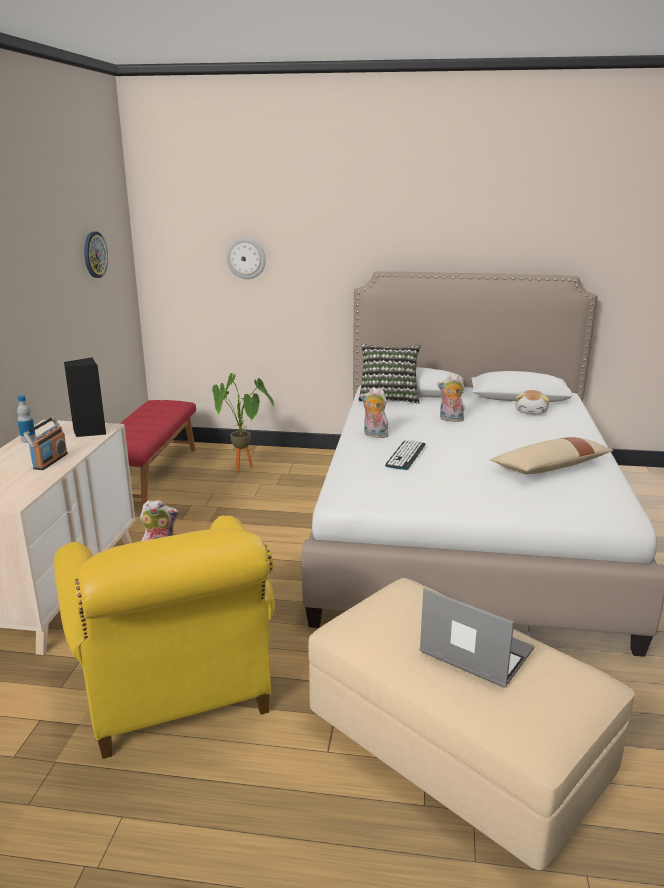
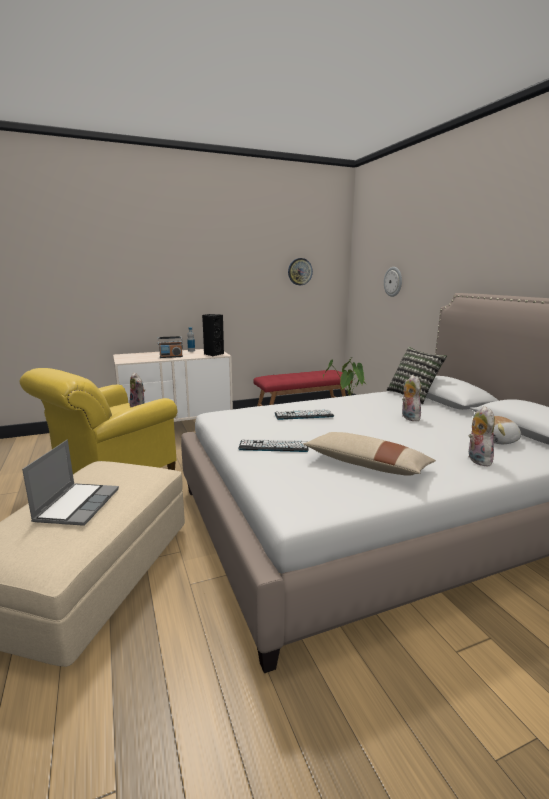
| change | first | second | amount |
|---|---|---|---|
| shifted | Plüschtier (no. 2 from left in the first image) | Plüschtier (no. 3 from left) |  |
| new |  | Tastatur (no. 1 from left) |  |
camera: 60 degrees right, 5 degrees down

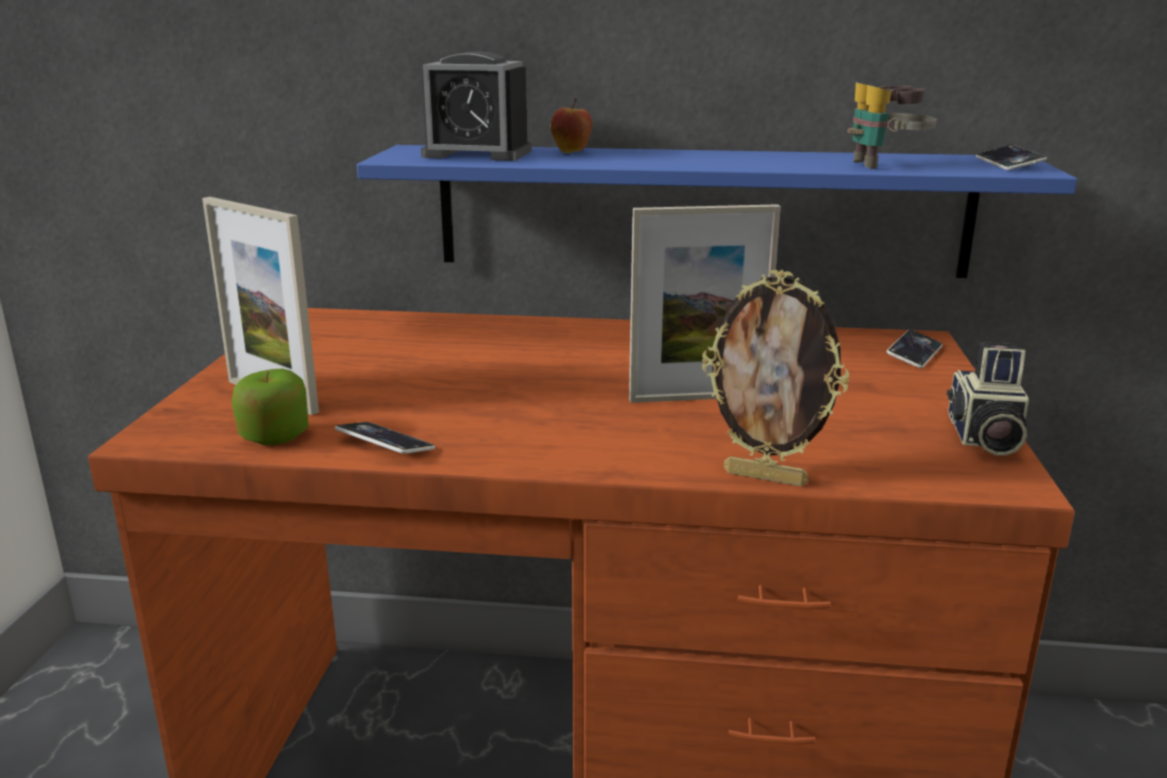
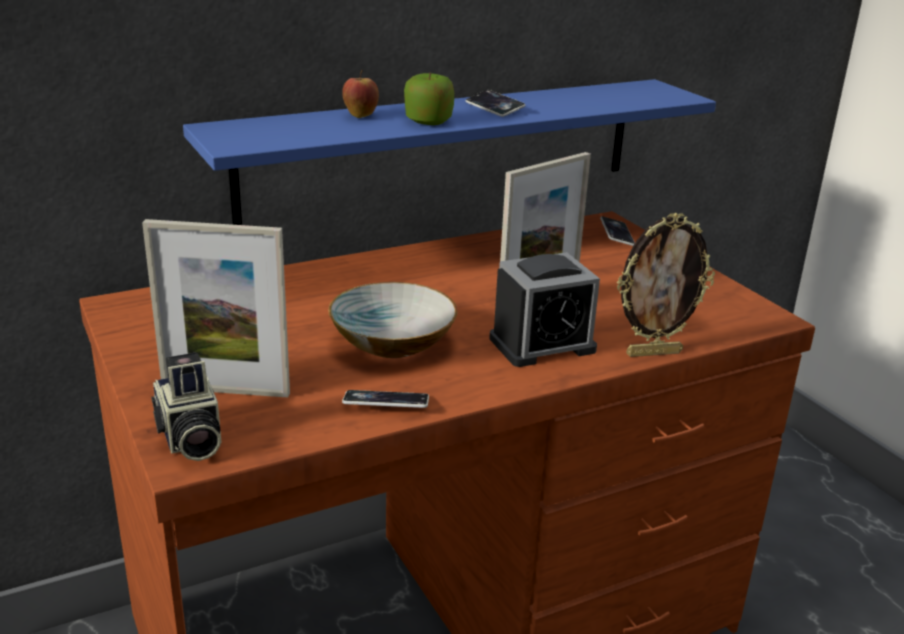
| change | first | second | amount |
|---|---|---|---|
| shifted | Apfel (no. 1 from left in the first image) | Apfel (no. 2 from left) |  |
| shifted | Wecker |  |  |
| gone | Fernglas |  |  |
| shifted | Kamera |  |  |
| shifted | Handy (no. 3 from left in the first image) | Handy (no. 2 from left) |  |
| new |  | Schüssel |  |
camera: 35 degrees left, 5 degrees up

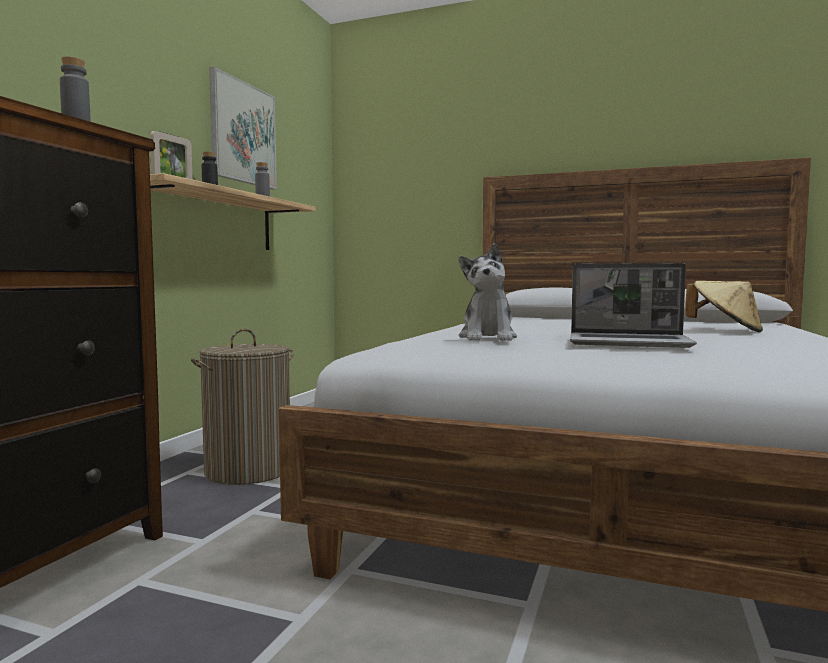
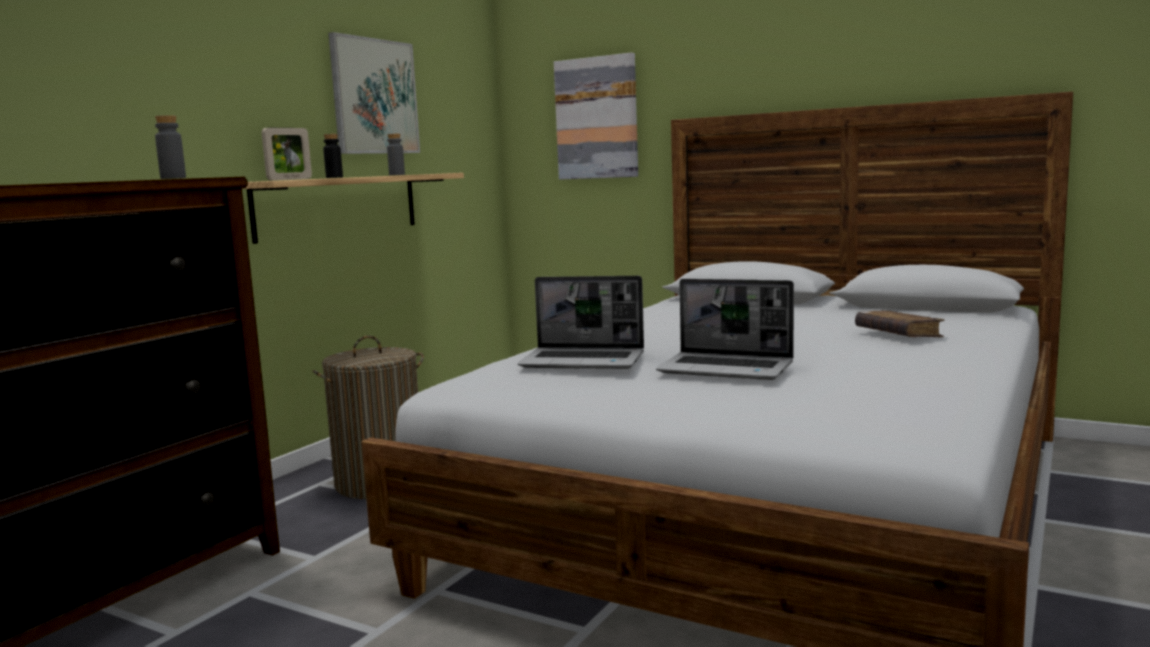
| change | first | second | amount |
|---|---|---|---|
| swapped | Plüschtier | Laptop (no. 1 from left) |  |
| swapped | Hut [beige] | Buch [braun] |  |
| new |  | Bild (no. 2 from left) |  |
camera: 10 degrees right, 5 degrees up

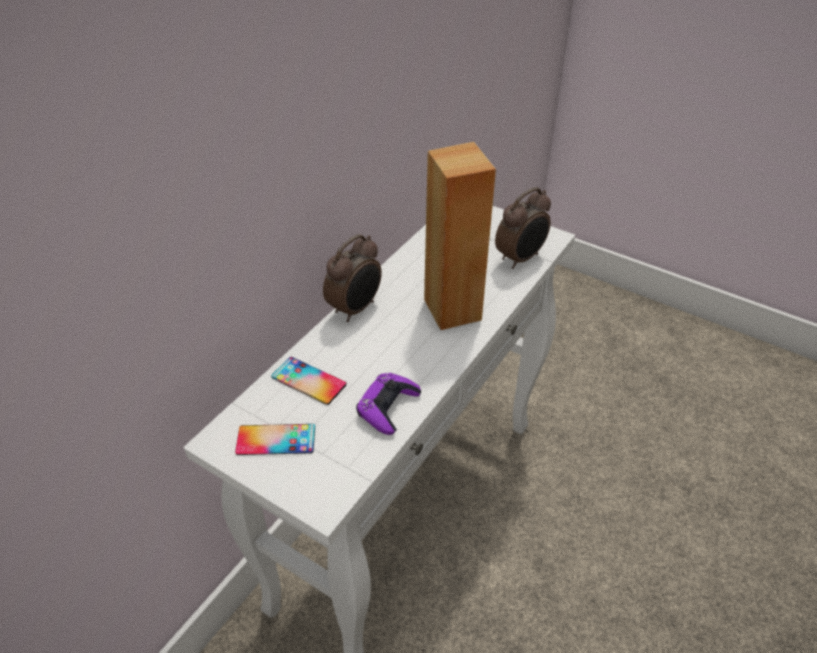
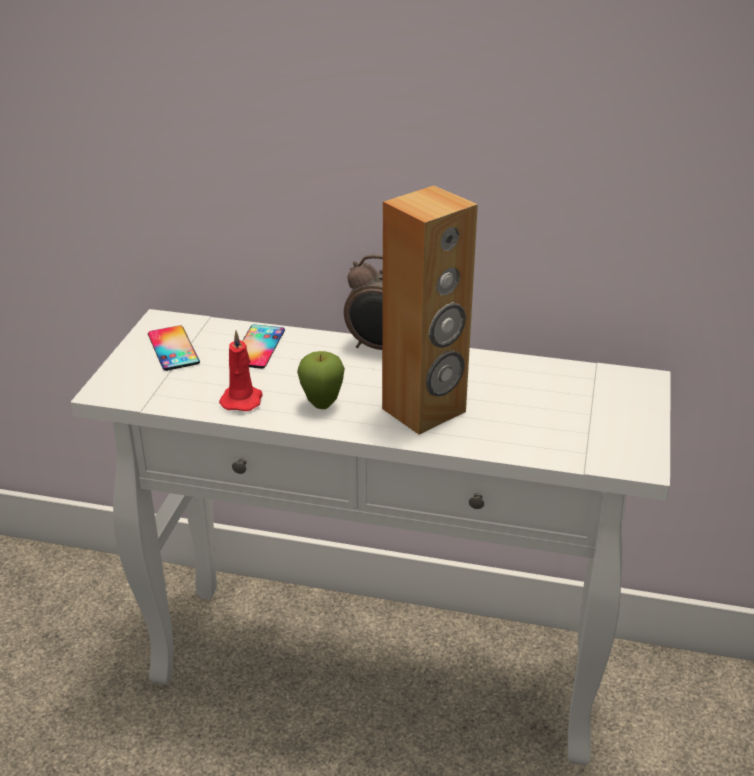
| change | first | second | amount |
|---|---|---|---|
| swapped | Gamepad [lila] | Kerze [rot] |  |
| gone | Wecker (no. 2 from left) |  |  |
| new |  | Apfel |  |
camera: 70 degrees right, 10 degrees down

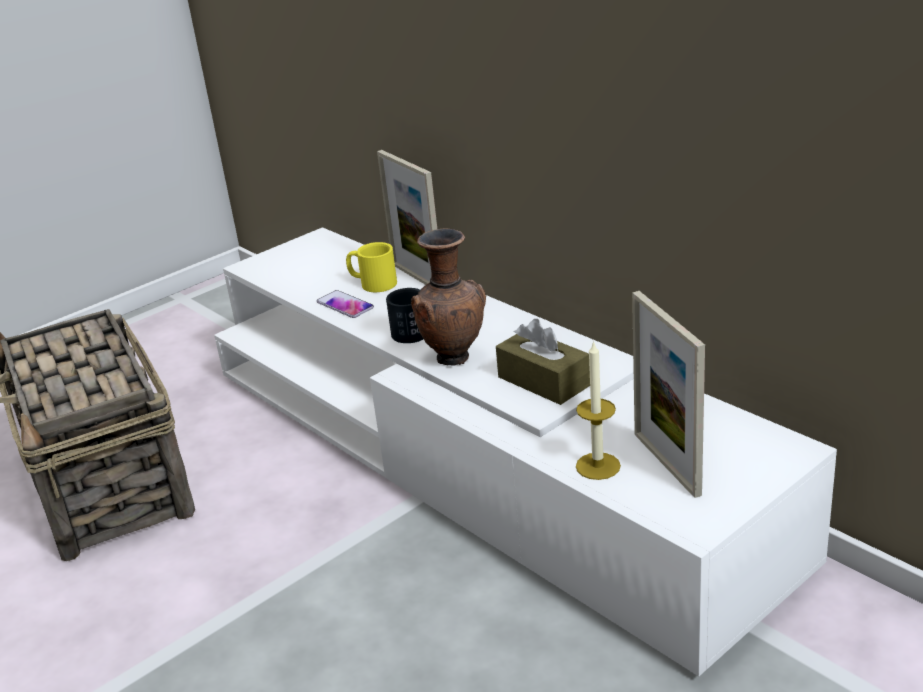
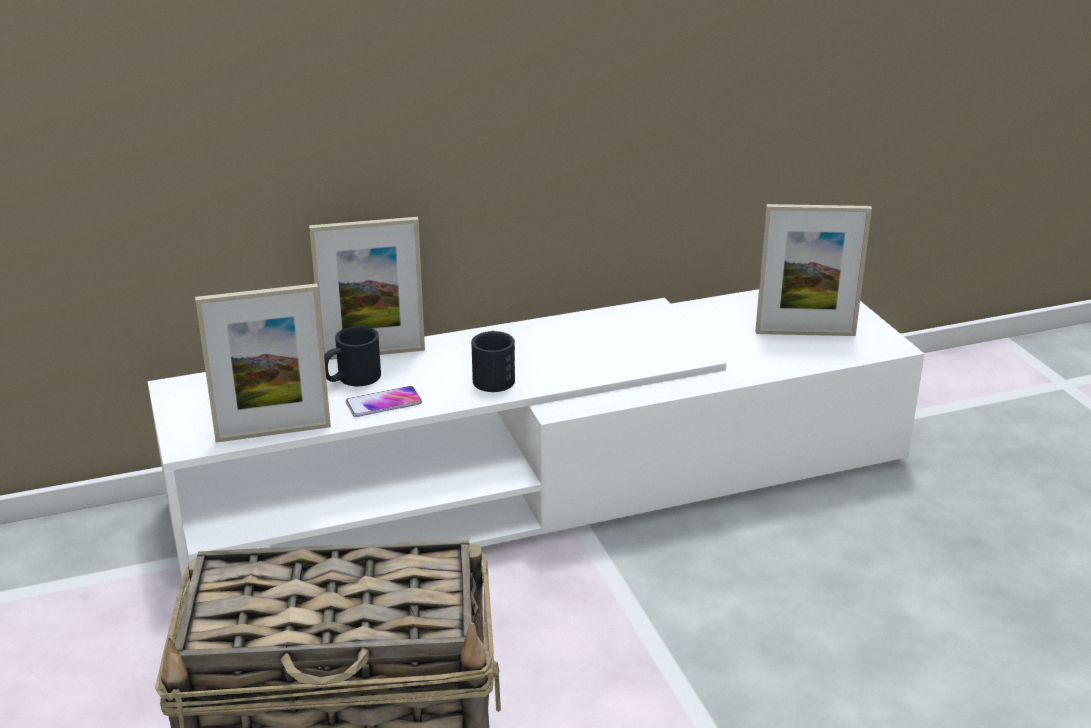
| change | first | second | amount |
|---|---|---|---|
| repainted | Henkelbecher [gelb] | Henkelbecher [schwarz] (no. 1 from left) |  |
| gone | Vase [braun] |  |  |
| gone | Taschentuchbox [braun] |  |  |
| gone | Kerze |  |  |
| new |  | Bilderrahmen (no. 1 from left) |  |
camera: 70 degrees left, 0 degrees up

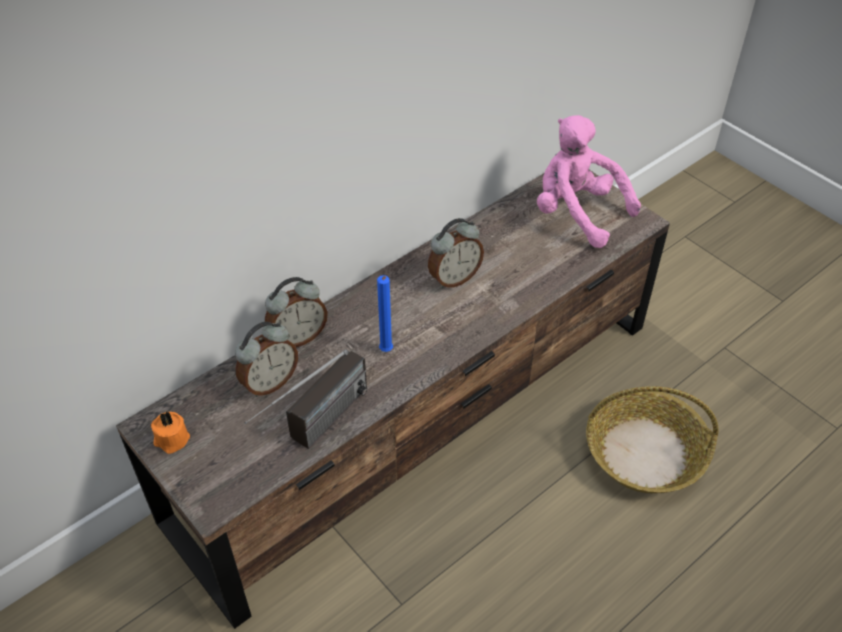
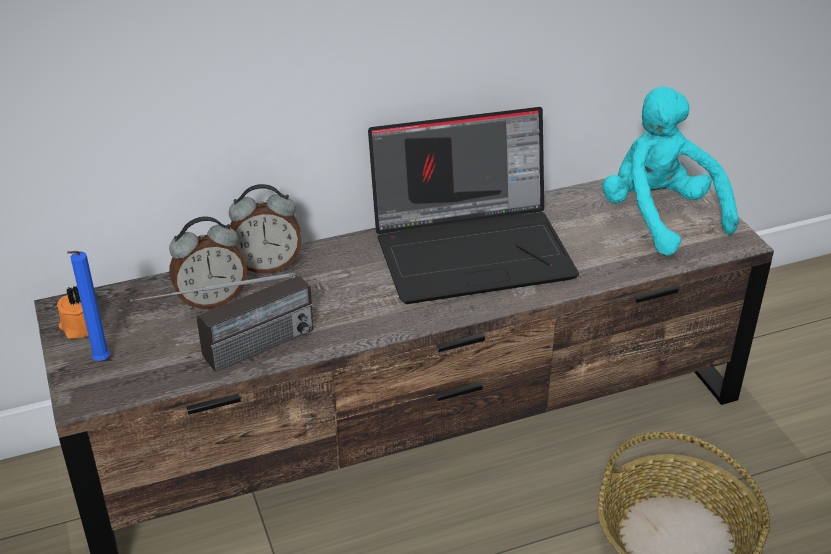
| change | first | second | amount |
|---|---|---|---|
| shifted | Kerze [blau] |  |  |
| swapped | Wecker (no. 3 from left) | Laptop |  |
| repainted | Plüschtier [rosa] | Plüschtier [türkis] |  |
camera: 20 degrees right, 10 degrees down

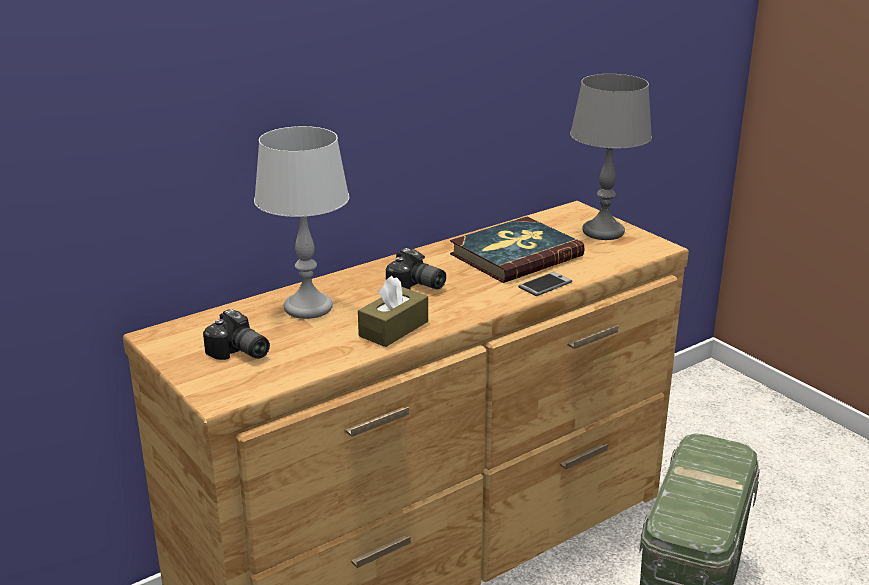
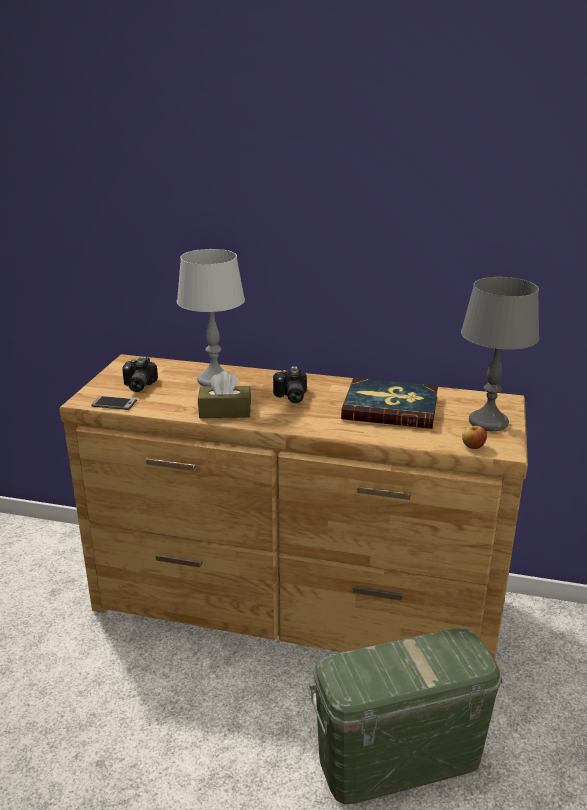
| change | first | second | amount |
|---|---|---|---|
| shifted | Handy |  |  |
| new |  | Apfel |  |
camera: 50 degrees right, 0 degrees up

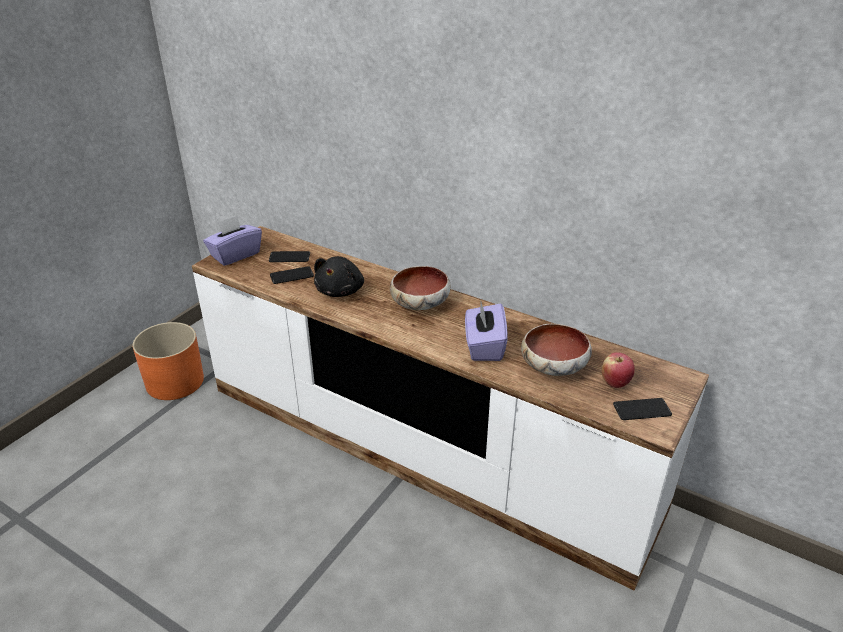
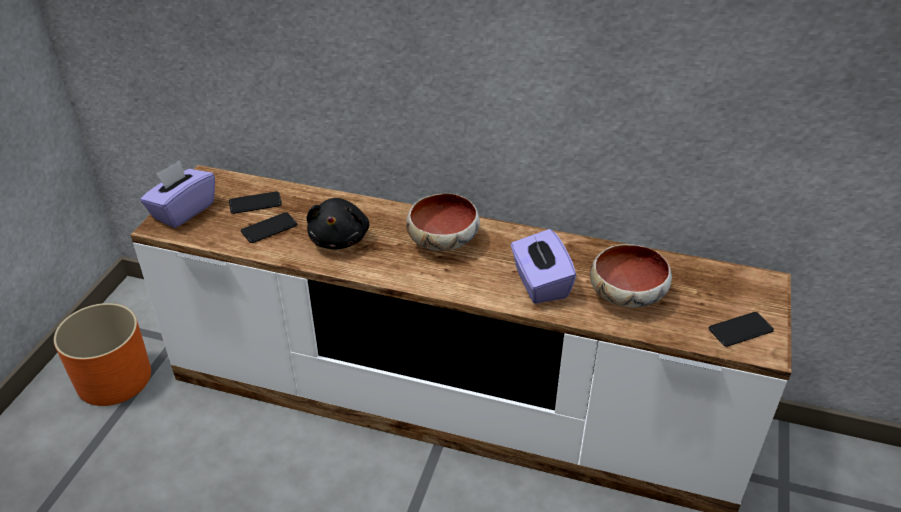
| change | first | second | amount |
|---|---|---|---|
| gone | Apfel |  |  |
camera: 15 degrees left, 5 degrees up

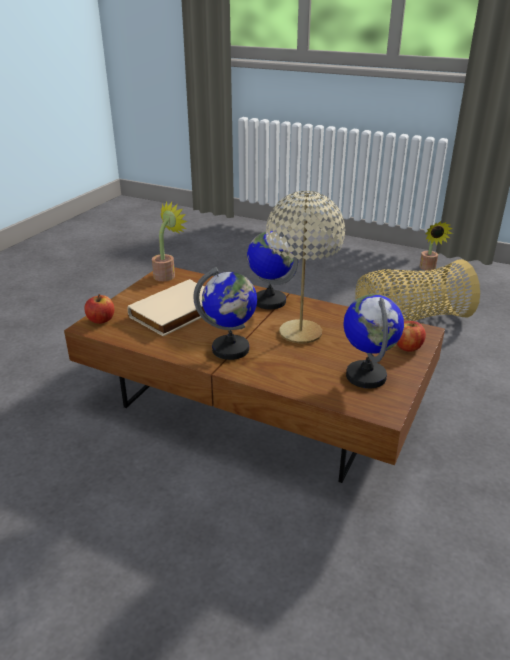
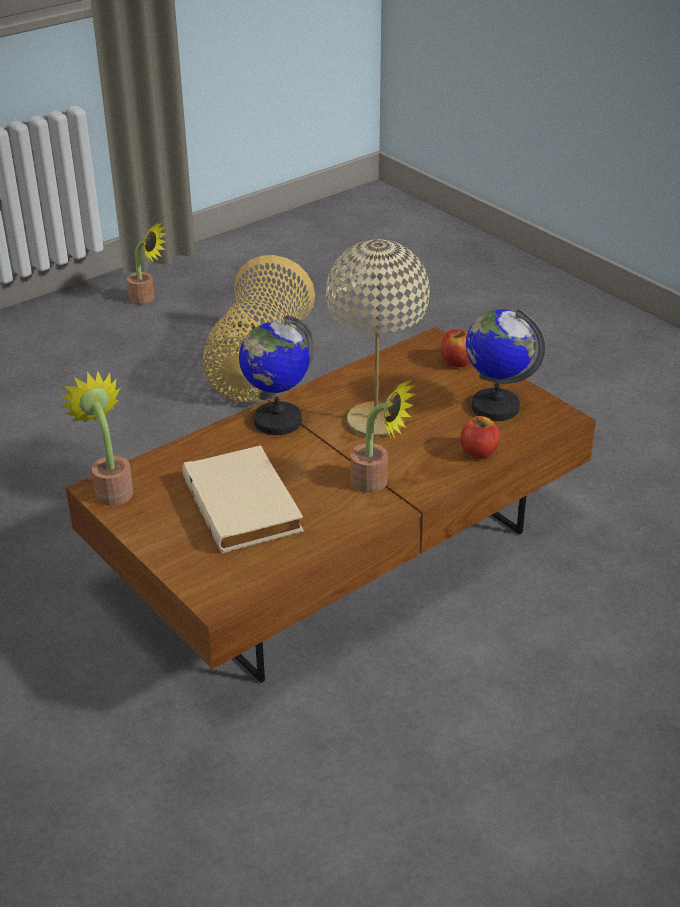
| change | first | second | amount |
|---|---|---|---|
| shifted | Apfel (no. 1 from left in the first image) | Apfel (no. 2 from left) |  |
| swapped | Globus (no. 1 from left) | Topfpflanze (no. 3 from left) |  |
camera: 65 degrees left, 5 degrees up

